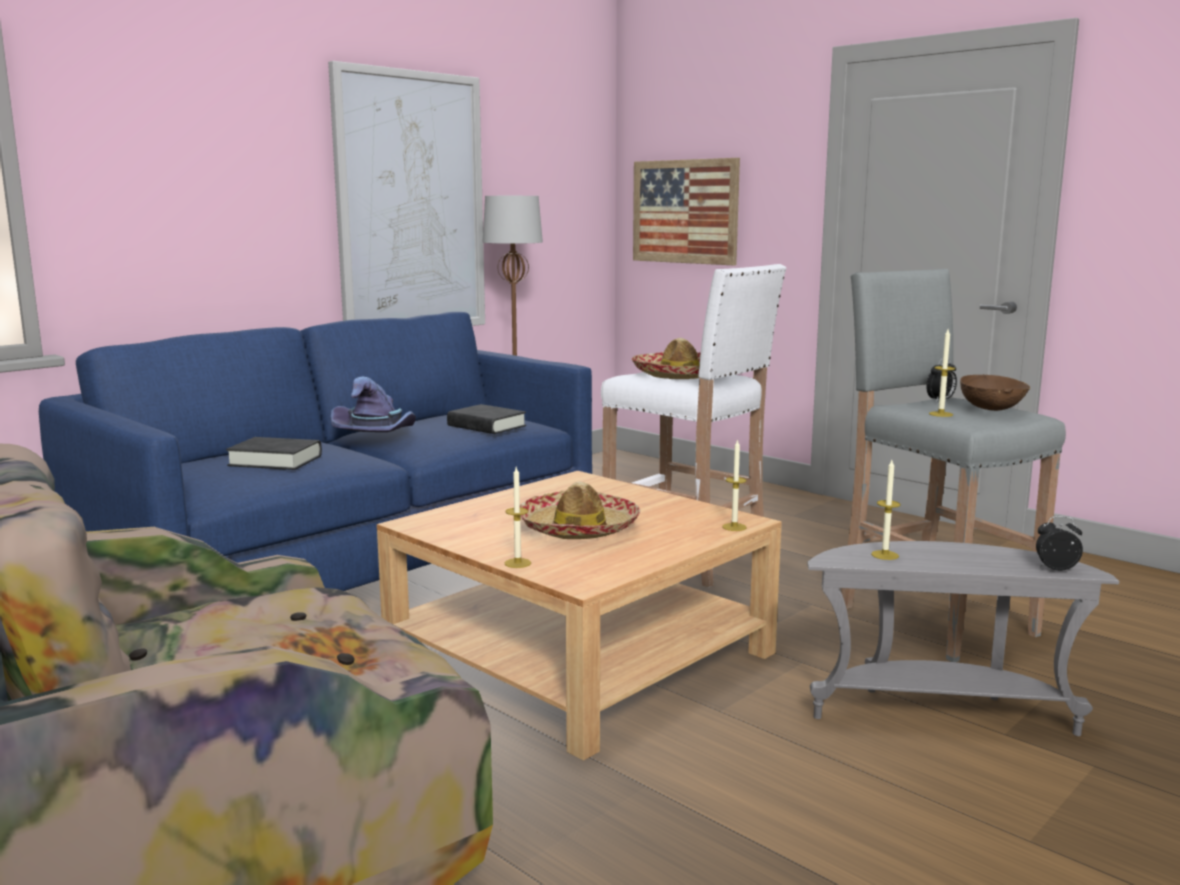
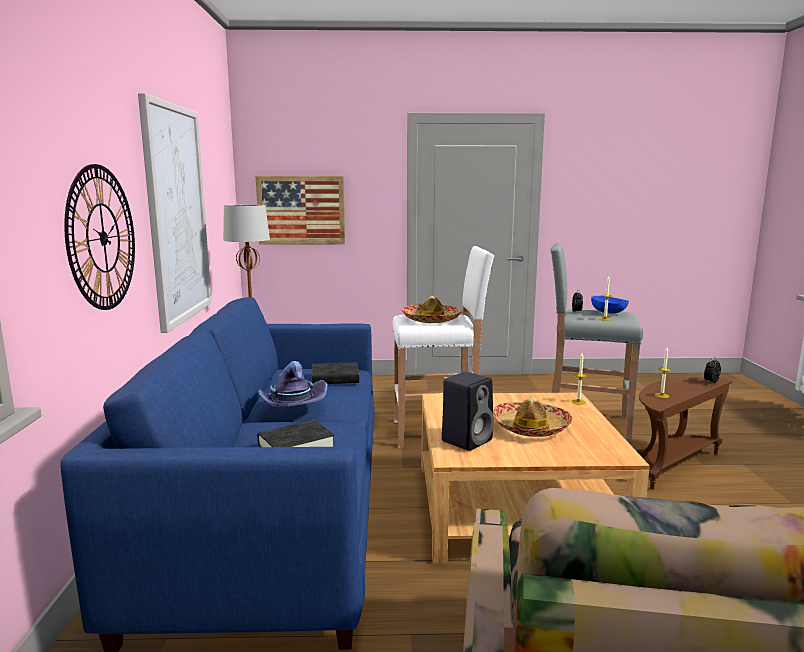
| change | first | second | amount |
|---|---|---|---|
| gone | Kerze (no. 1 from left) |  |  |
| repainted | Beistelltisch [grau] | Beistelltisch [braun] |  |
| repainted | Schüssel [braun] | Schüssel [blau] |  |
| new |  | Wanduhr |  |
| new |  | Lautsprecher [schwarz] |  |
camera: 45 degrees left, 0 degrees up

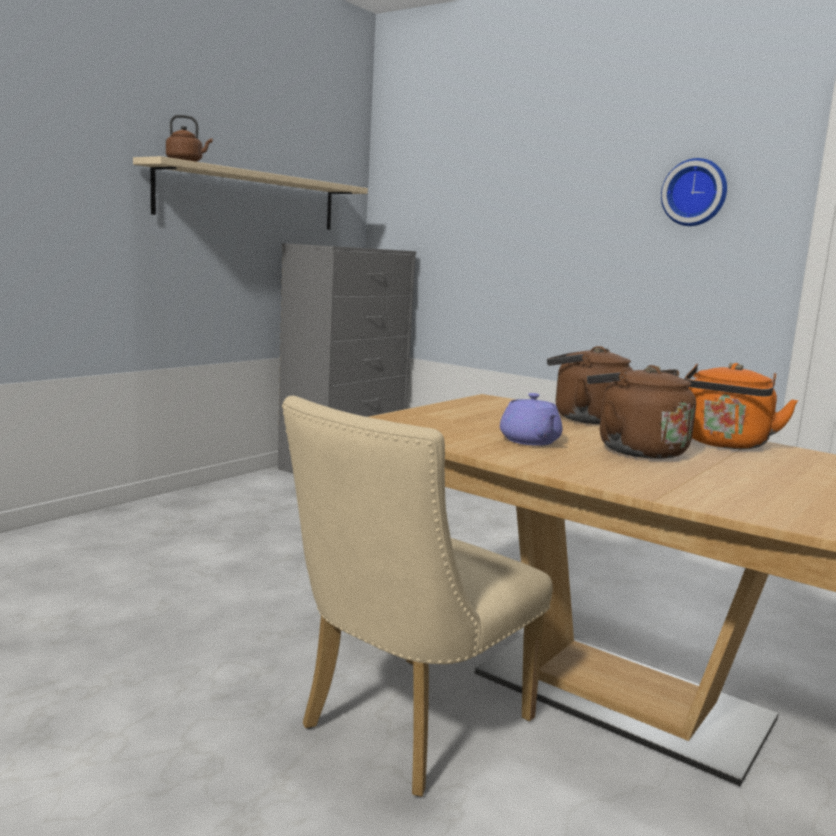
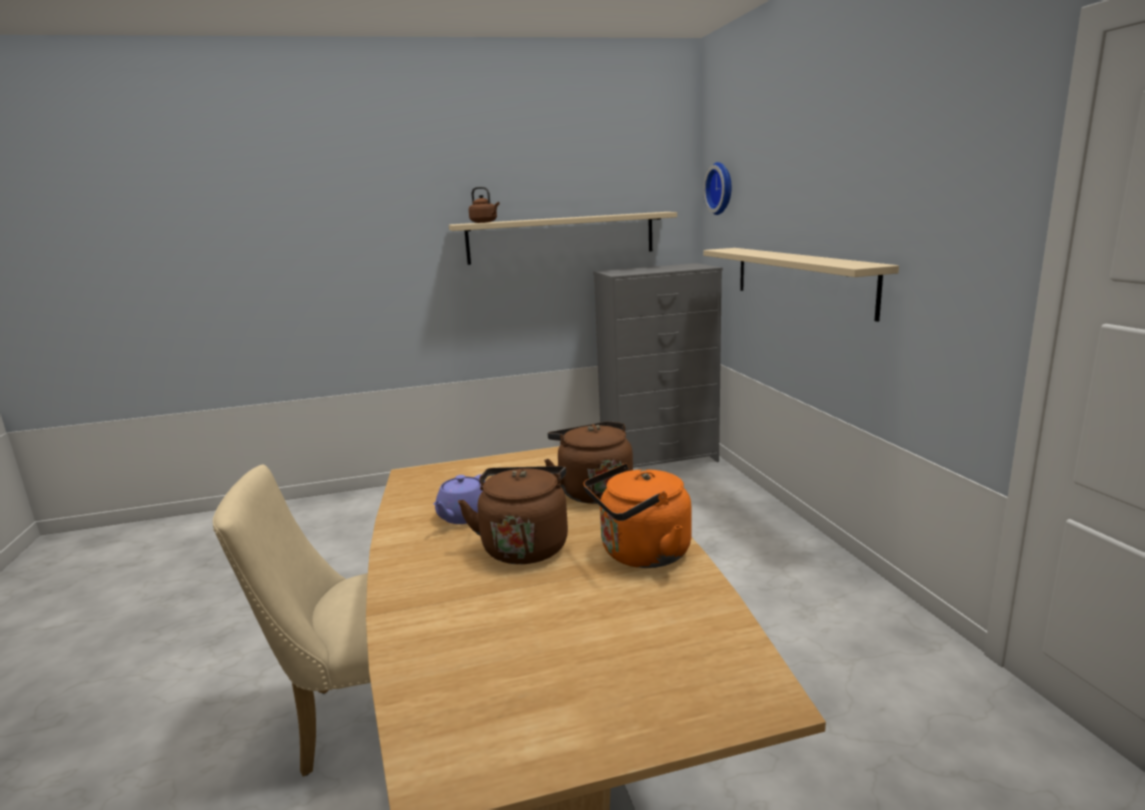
| change | first | second | amount |
|---|---|---|---|
| shifted | Wanduhr |  |  |
| new |  | Wandregal [beige] (no. 2 from left) |  |
camera: 40 degrees right, 5 degrees up

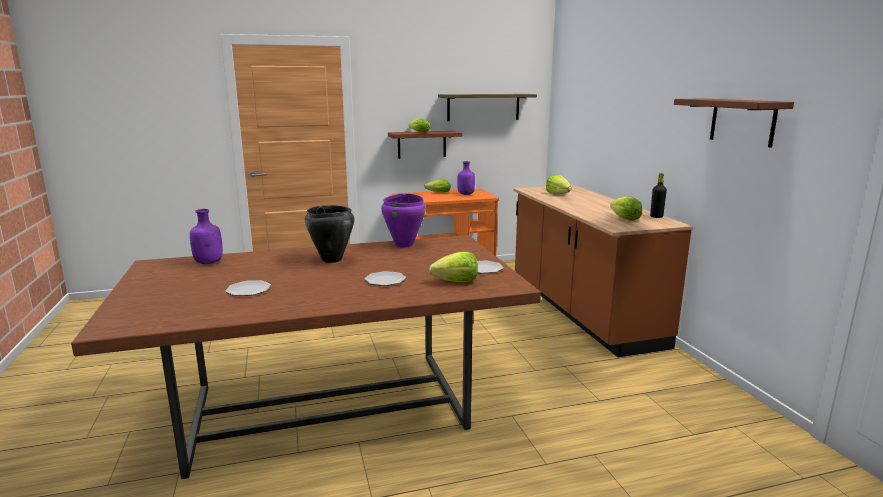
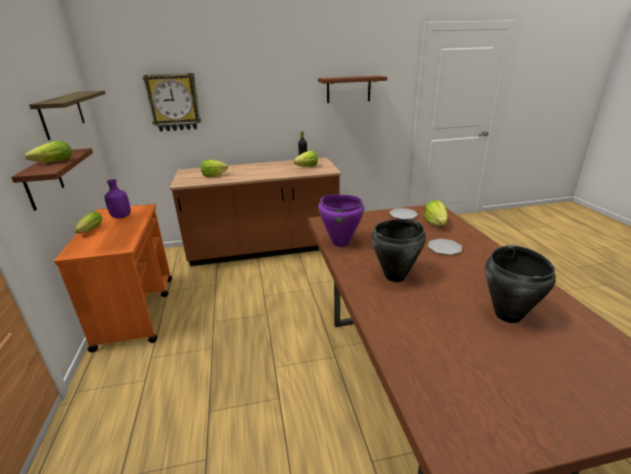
| change | first | second | amount |
|---|---|---|---|
| gone | Flasche [lila] (no. 1 from left) |  |  |
| swapped | Teller (no. 1 from left) | Kochtopf [schwarz] (no. 2 from left) |  |
| new |  | Wanduhr |  |
camera: 85 degrees left, 10 degrees up

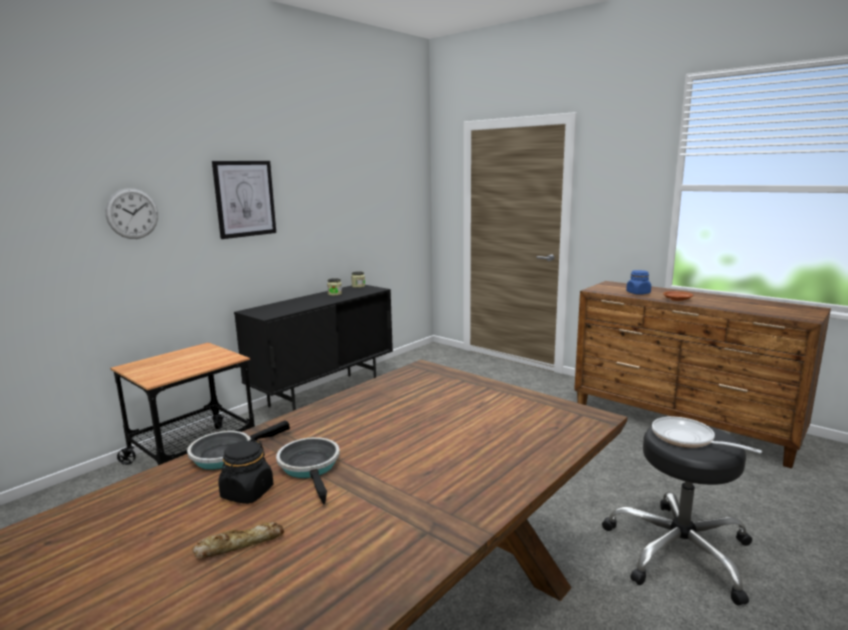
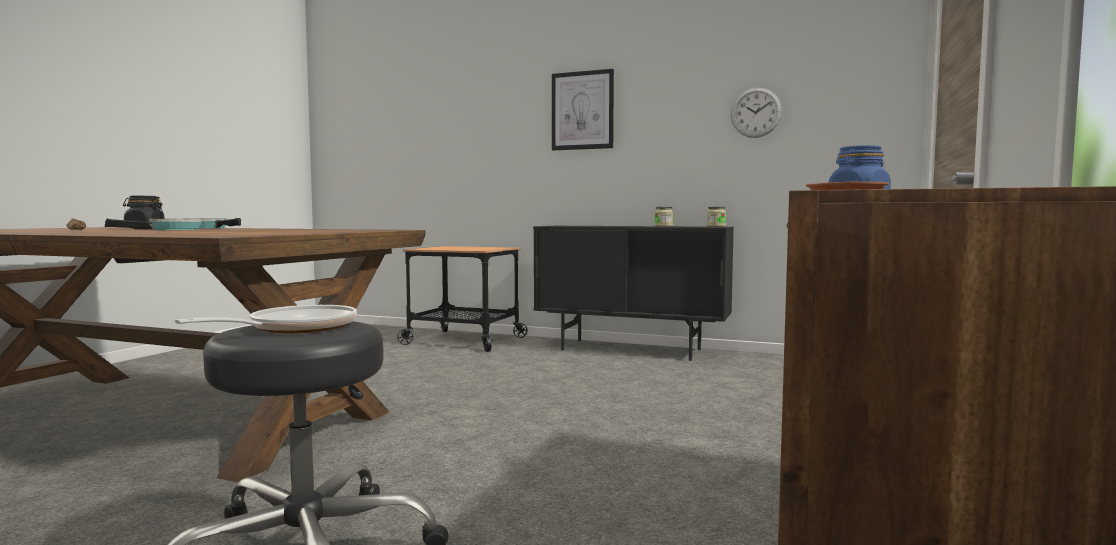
| change | first | second | amount |
|---|---|---|---|
| shifted | Wanduhr |  |  |
camera: 70 degrees right, 10 degrees down

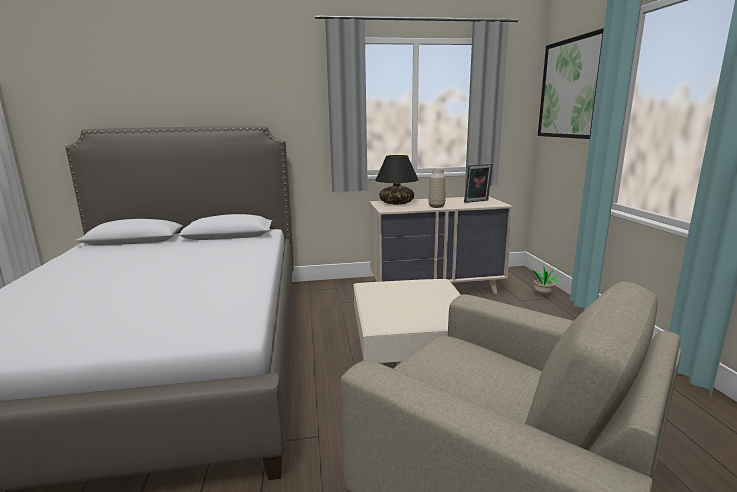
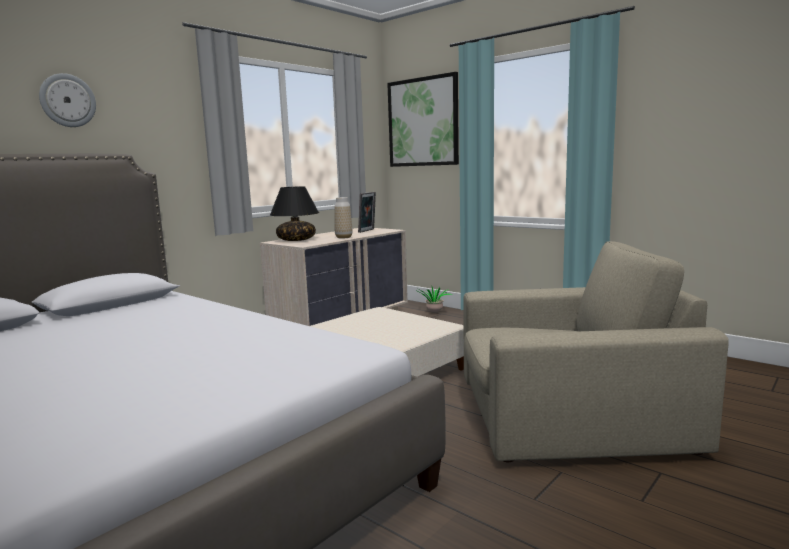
| change | first | second | amount |
|---|---|---|---|
| new |  | Wanduhr |  |
camera: 40 degrees left, 5 degrees down

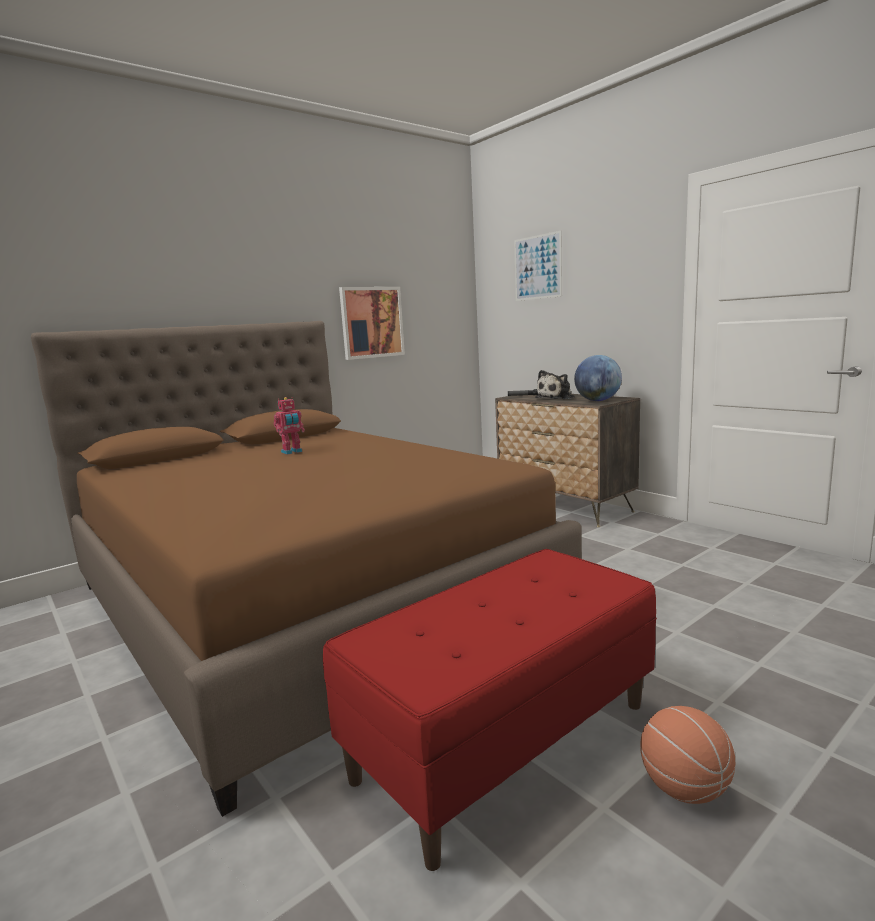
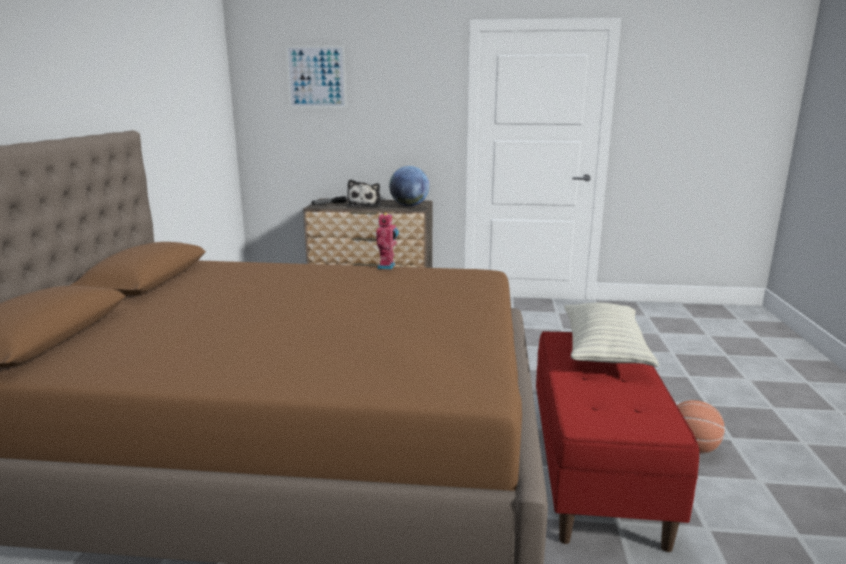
| change | first | second | amount |
|---|---|---|---|
| shifted | Spielzeugroboter |  |  |
| gone | Bild (no. 1 from left) |  |  |
| new |  | Kissen |  |
camera: 45 degrees left, 5 degrees up

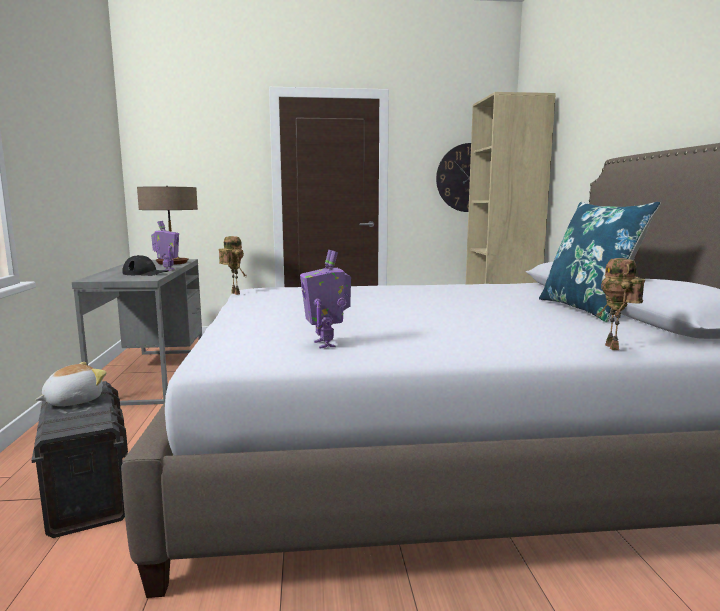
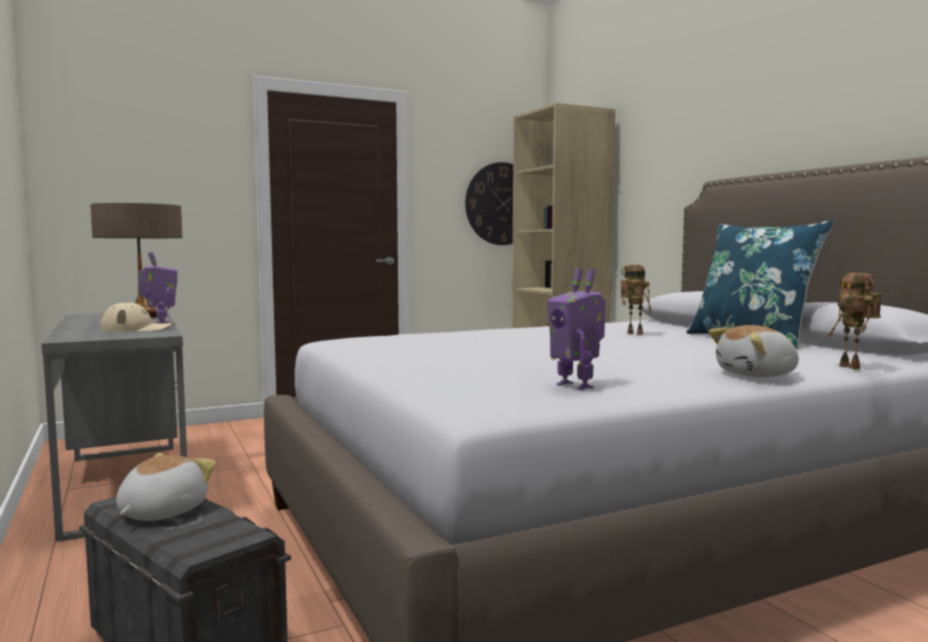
| change | first | second | amount |
|---|---|---|---|
| repainted | Kappe [schwarz] | Kappe [beige] |  |
| shifted | Spielzeugroboter (no. 2 from left in the first image) | Spielzeugroboter (no. 3 from left) |  |
| new |  | Plüschtier (no. 2 from left) |  |
camera: 20 degrees left, 5 degrees down

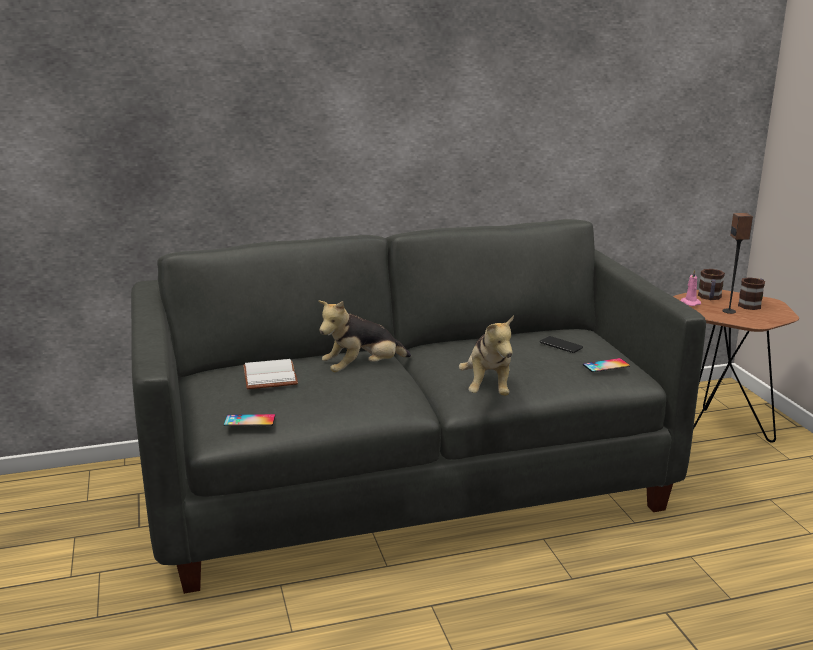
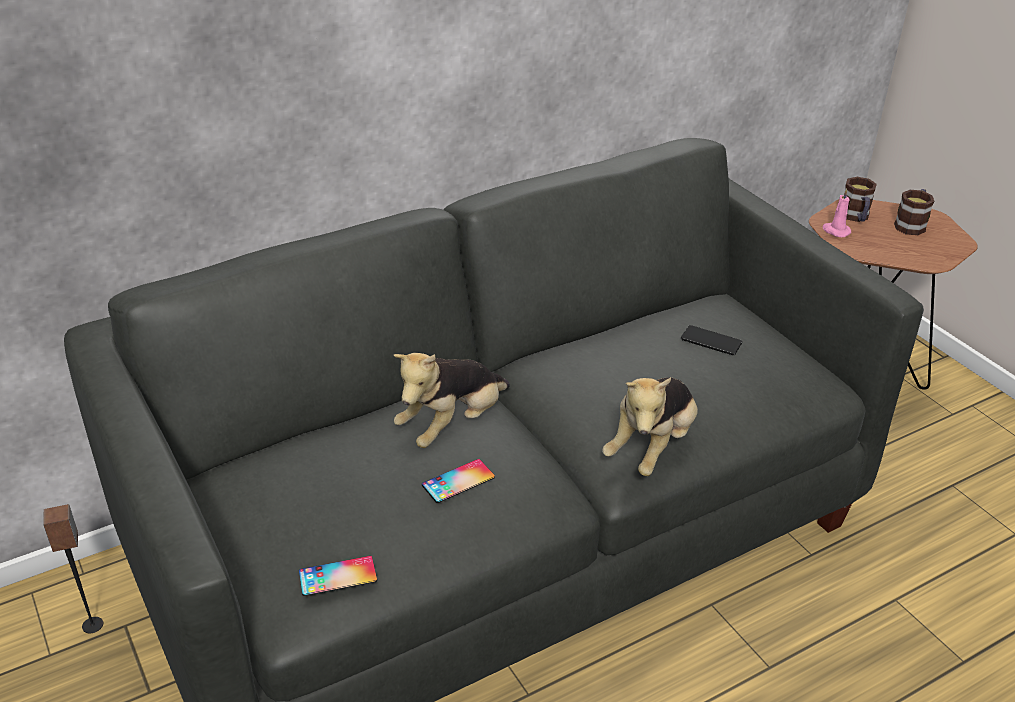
| change | first | second | amount |
|---|---|---|---|
| gone | Buch [weiß] |  |  |
| rotated | Plüschtier (no. 2 from left) |  | 45 degrees clockwise |
| shifted | Handy (no. 3 from left in the first image) | Handy (no. 2 from left) |  |
| shifted | Lautsprecher |  |  |
camera: 15 degrees left, 15 degrees up

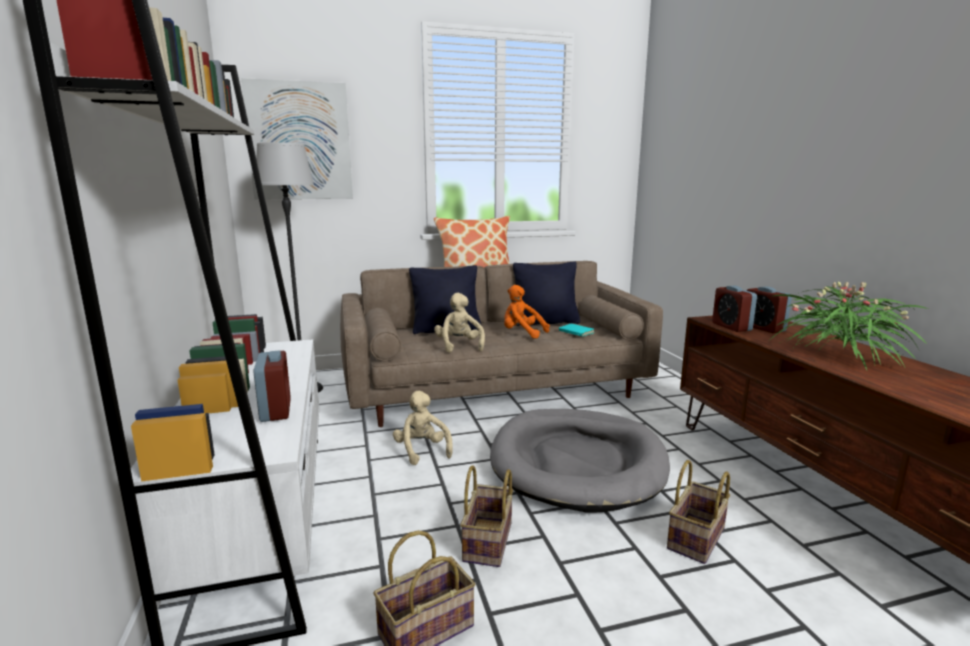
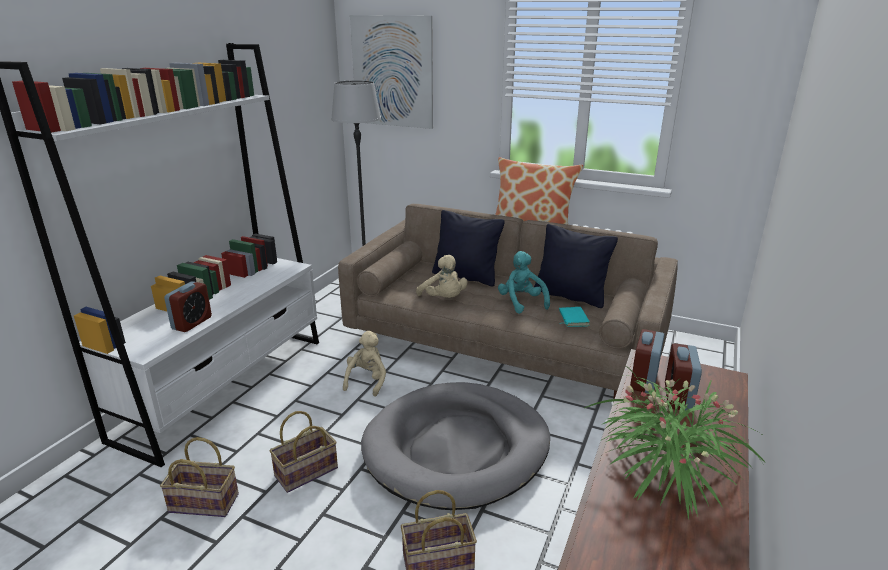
| change | first | second | amount |
|---|---|---|---|
| rotated | Plüschtier [beige] (no. 2 from left) |  | 120 degrees clockwise |
| repainted | Plüschtier [orange] | Plüschtier [türkis] |  |
camera: 40 degrees right, 10 degrees up

